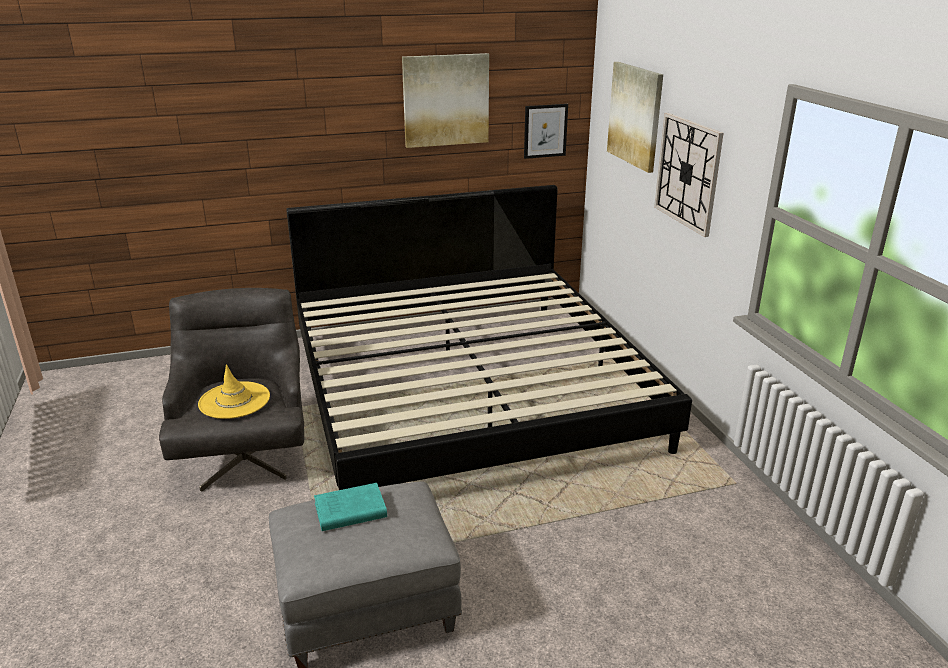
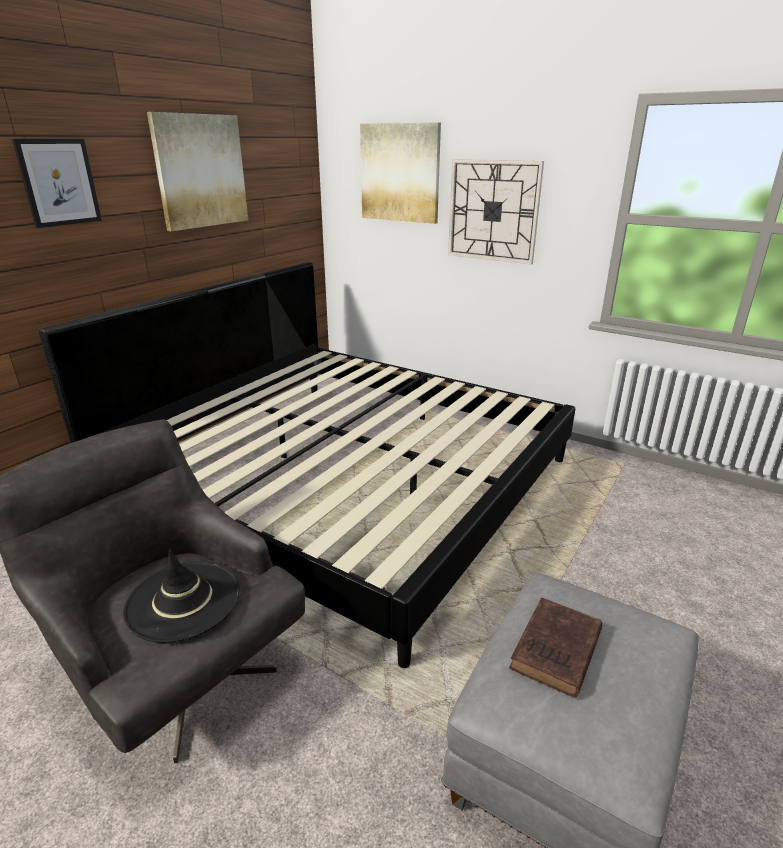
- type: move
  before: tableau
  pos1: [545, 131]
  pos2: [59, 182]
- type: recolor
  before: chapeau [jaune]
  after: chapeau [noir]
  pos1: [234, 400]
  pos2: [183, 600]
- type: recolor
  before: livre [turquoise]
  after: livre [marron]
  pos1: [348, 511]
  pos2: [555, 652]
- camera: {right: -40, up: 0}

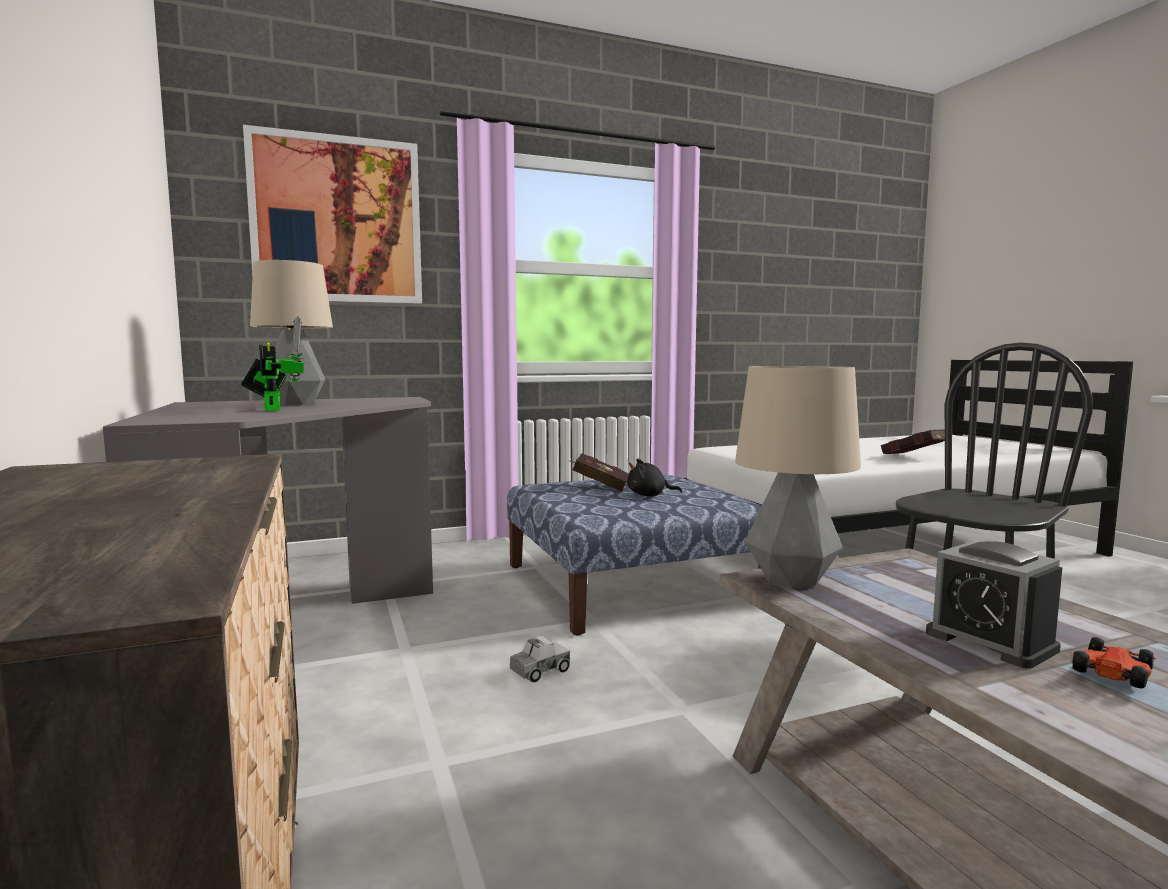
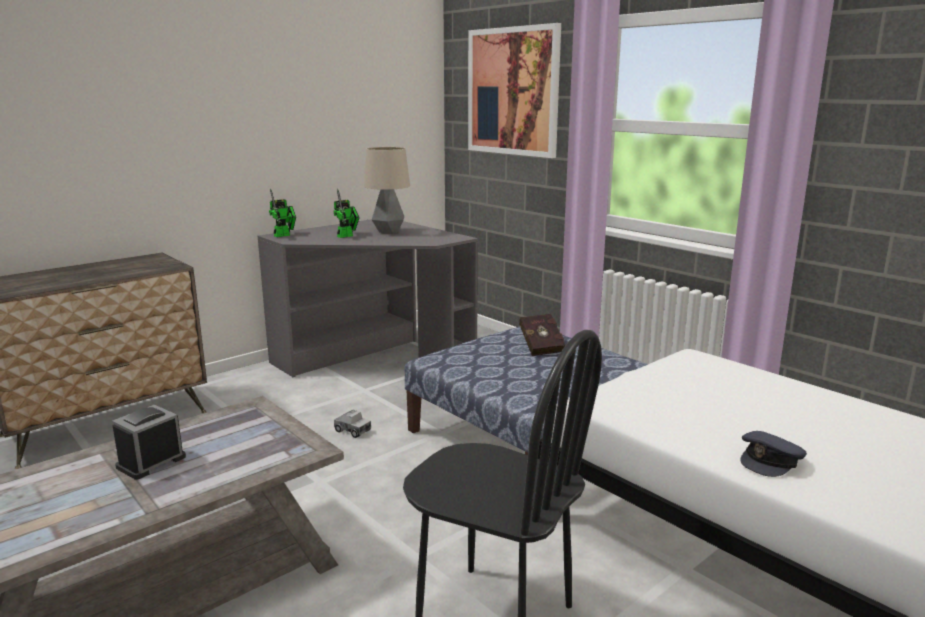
- type: delete
  before: lampe de table
  pos1: [790, 580]
- type: replace
  before: livre [rouge]
  after: casquette [gris]
  pos1: [916, 457]
  pos2: [770, 460]
- type: delete
  before: peluche [noir]
  pos1: [649, 495]
- type: delete
  before: petite voiture
  pos1: [1114, 673]
- type: insert
  after: robot jouet
  pos2: [284, 235]
- camera: {right: 70, up: 10}

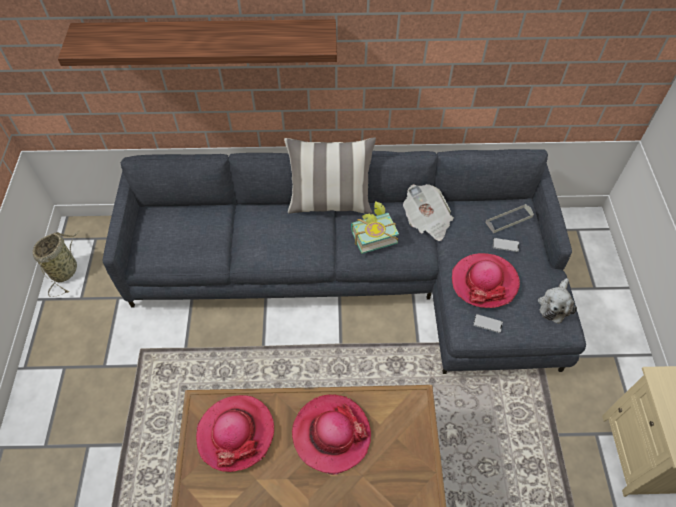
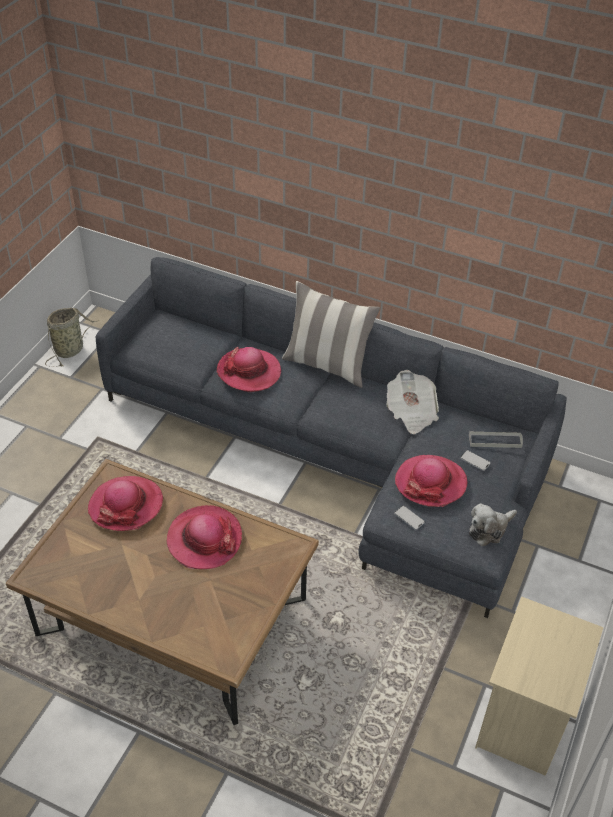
- type: delete
  before: étagère
  pos1: [207, 41]
- type: delete
  before: livre
  pos1: [372, 234]
- type: insert
  after: chapeau
  pos2: [249, 372]
- camera: {right: 25, up: -10}

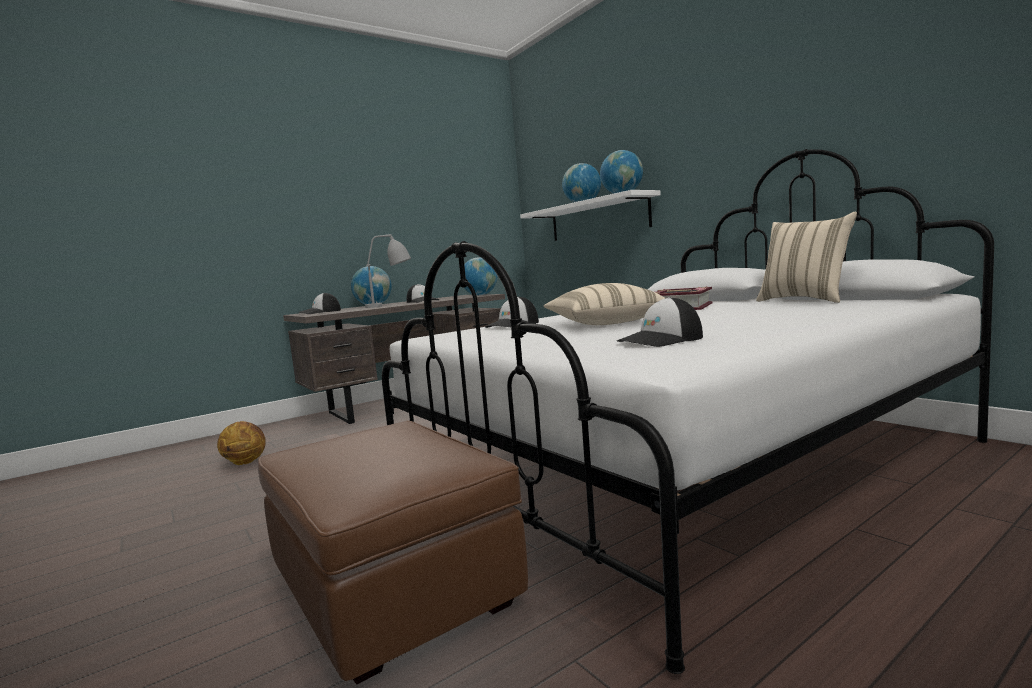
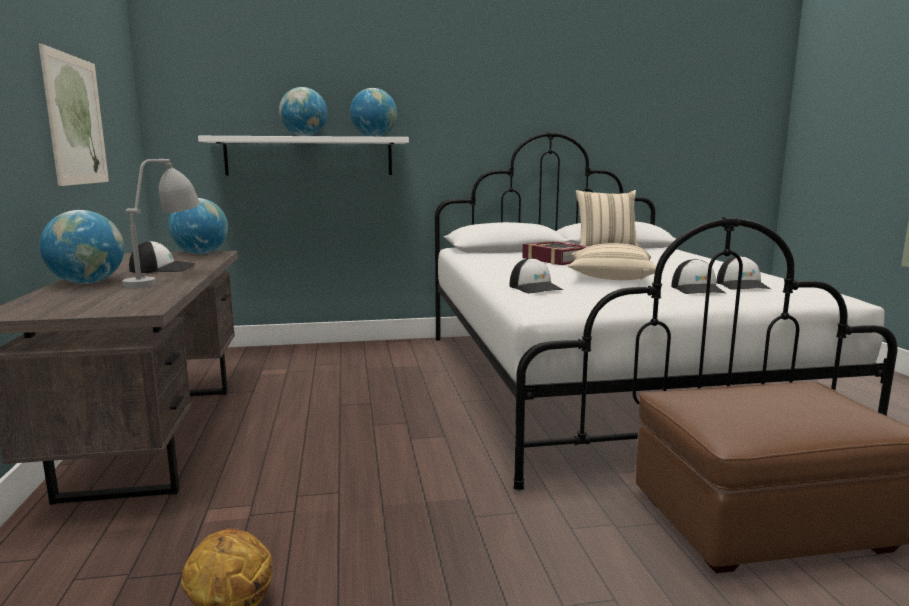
- type: move
  before: casquette
  pos1: [320, 312]
  pos2: [698, 289]
- type: insert
  after: tableau
  pos2: [76, 120]
- camera: {right: -65, up: 5}

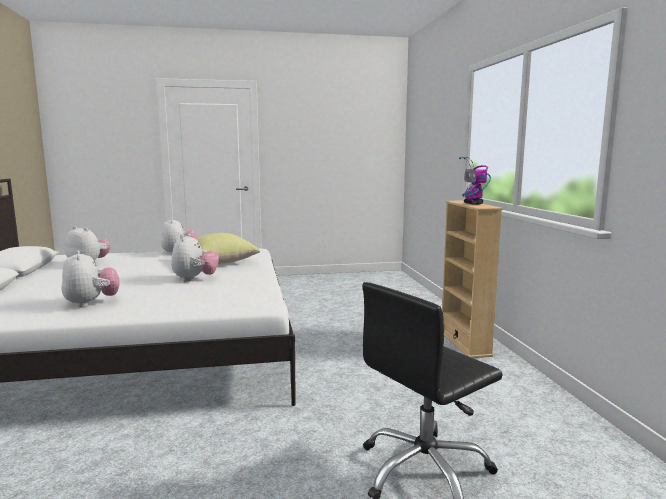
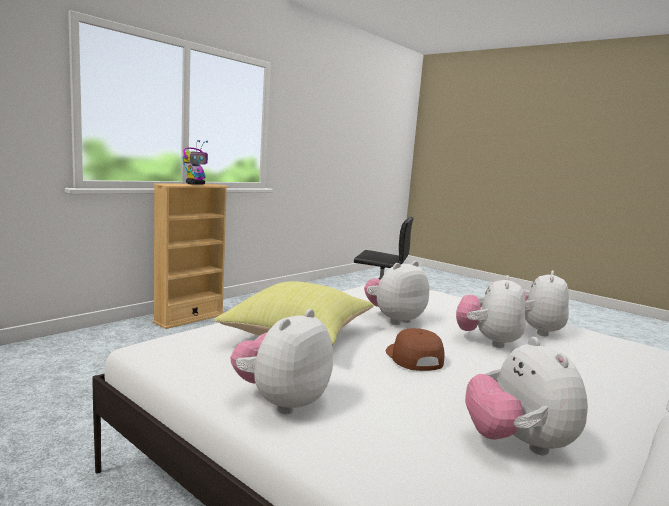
- type: insert
  after: peluche
  pos2: [488, 341]
- type: insert
  after: casquette [marron]
  pos2: [413, 357]
- camera: {right: -130, up: 0}

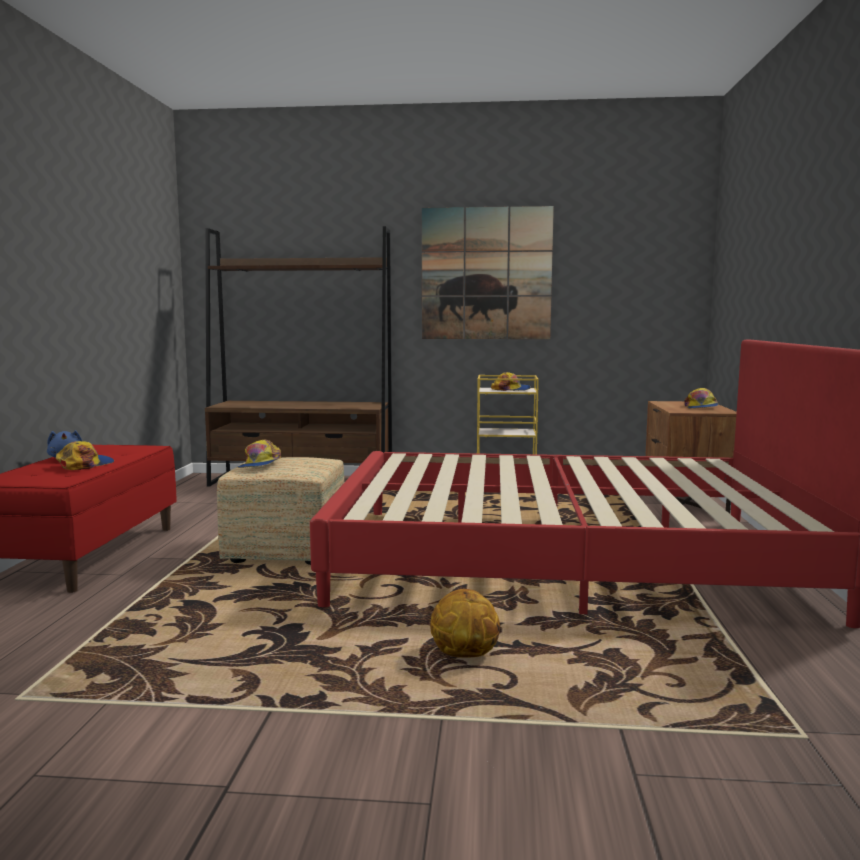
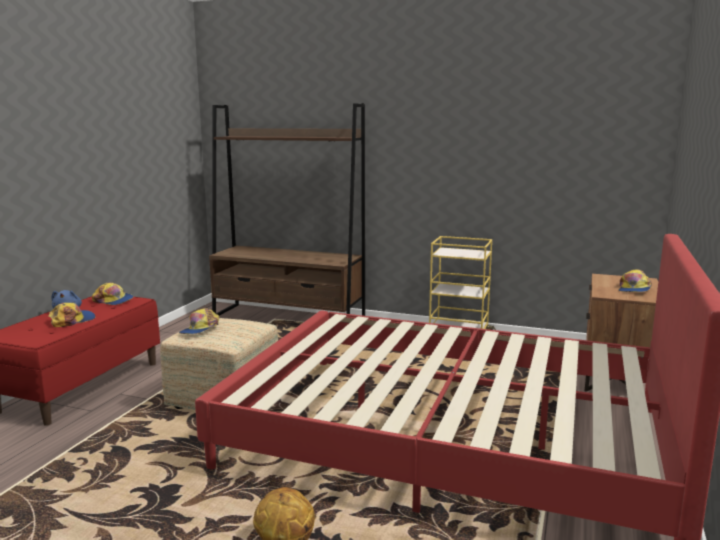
- type: delete
  before: tableau
  pos1: [486, 274]
- type: move
  before: casquette
  pos1: [511, 389]
  pos2: [113, 300]
- camera: {right: 15, up: 5}

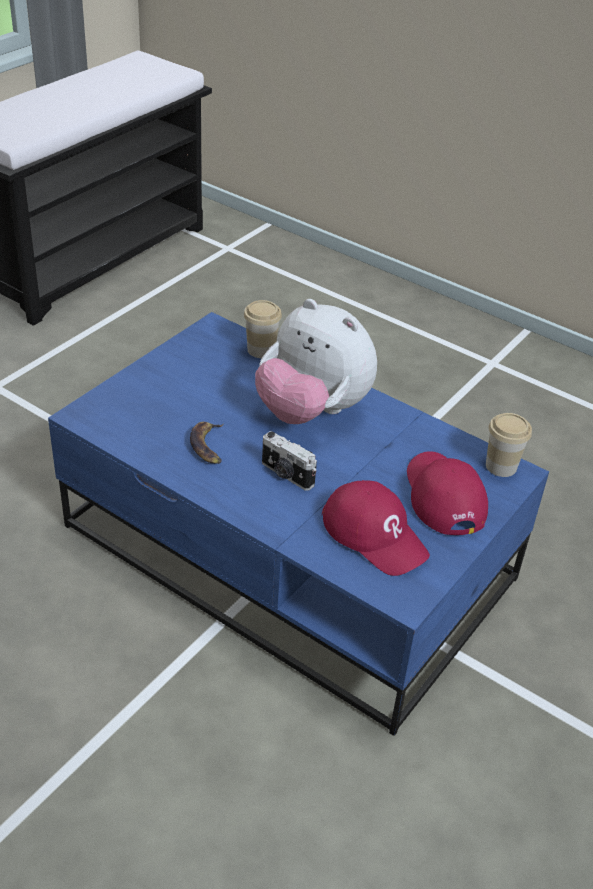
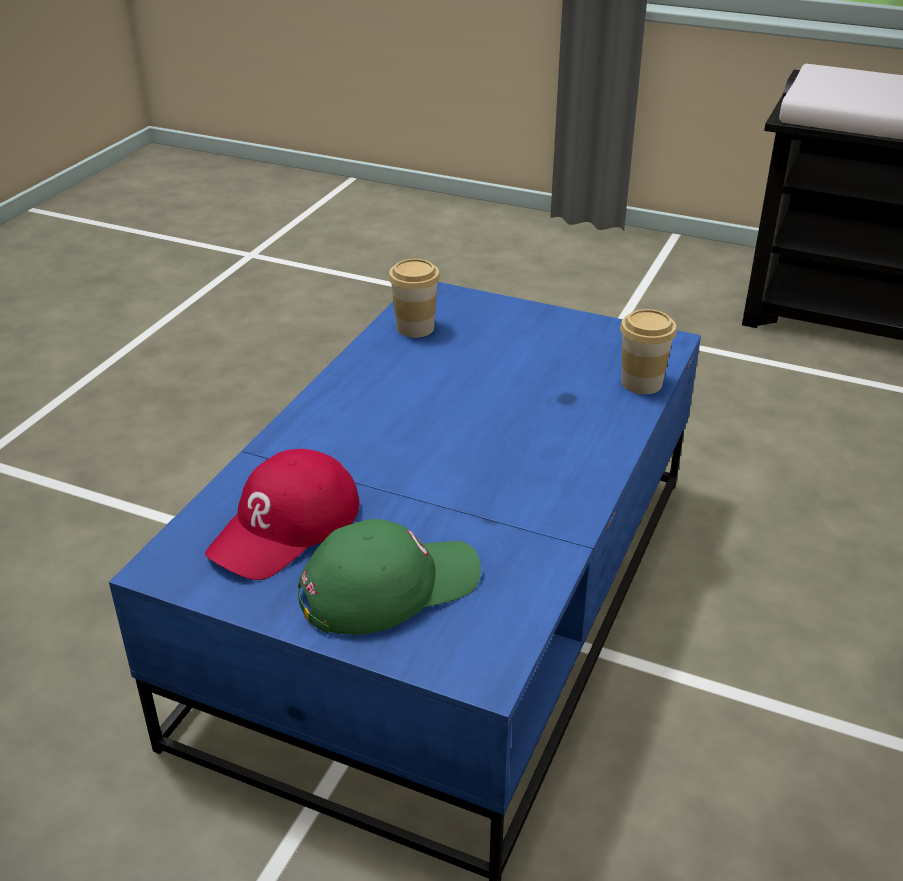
- type: delete
  before: peluche
  pos1: [312, 411]
- type: move
  before: tasse
  pos1: [501, 466]
  pos2: [415, 328]
- type: delete
  before: banane
  pos1: [208, 446]
- type: delete
  before: appareil photo
  pos1: [286, 475]
- type: recolor
  before: casquette [rouge]
  after: casquette [vert]
  pos1: [443, 496]
  pos2: [388, 586]
- camera: {right: 80, up: -5}

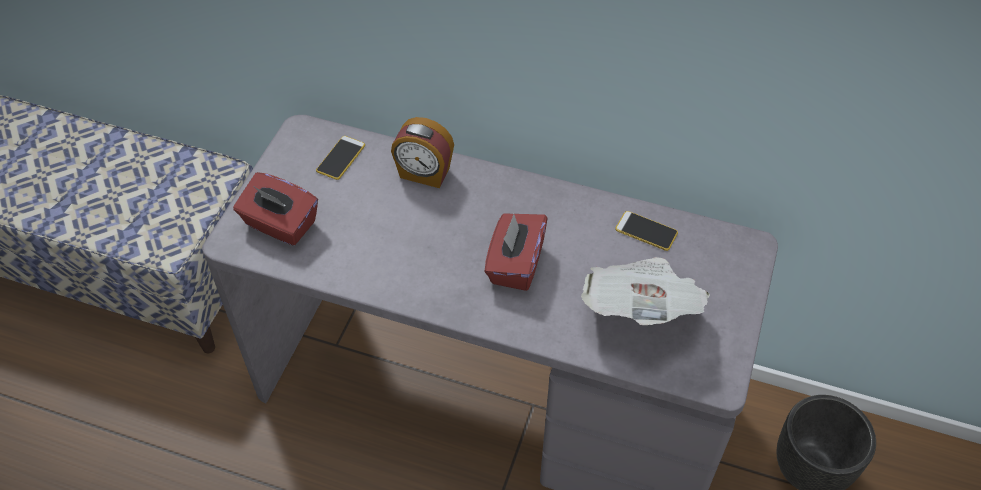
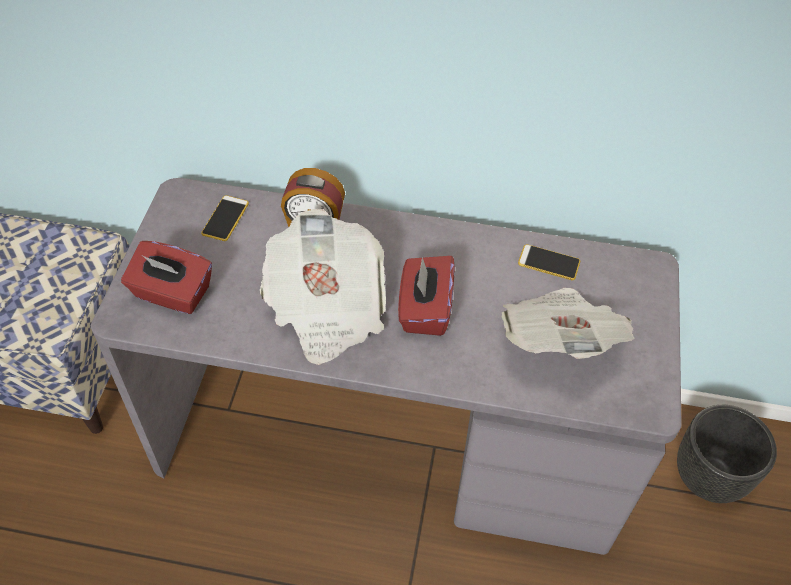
- type: insert
  after: journal
  pos2: [326, 309]
- camera: {right: -10, up: 0}

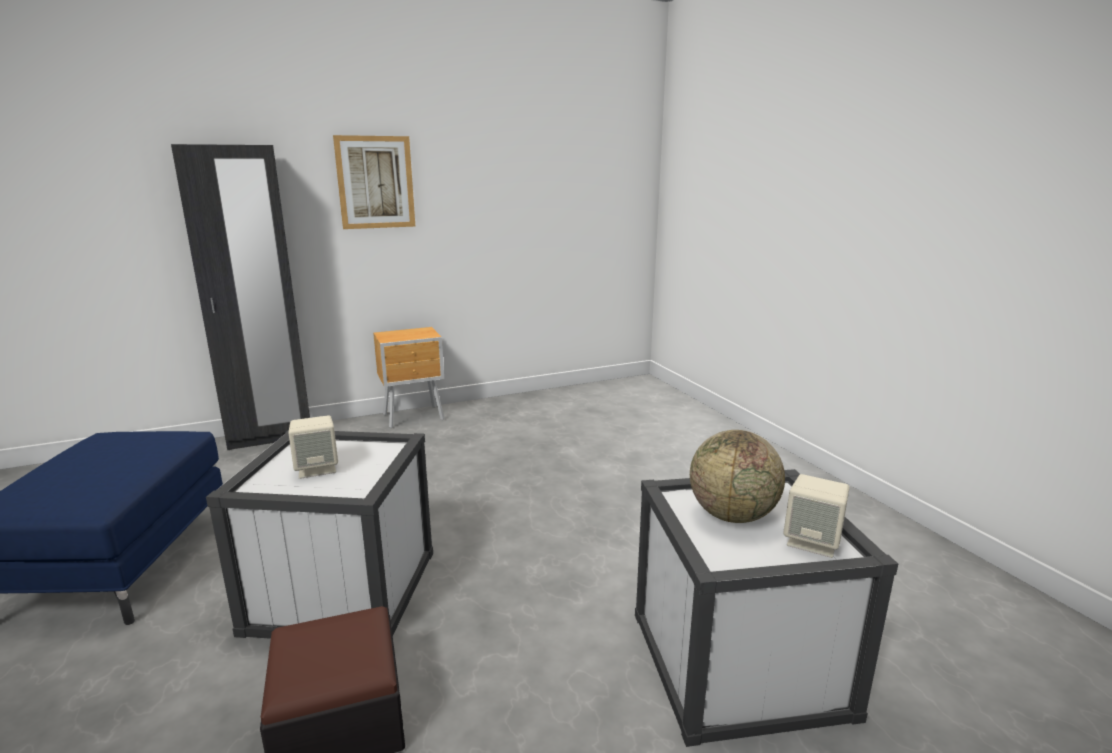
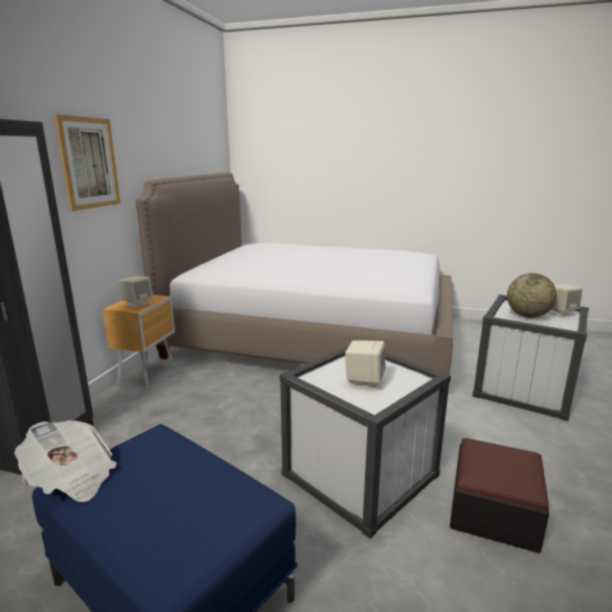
- type: insert
  after: lit
  pos2: [314, 337]
- type: insert
  after: enceinte [beige]
  pos2: [137, 304]
- type: insert
  after: journal
  pos2: [71, 478]
- camera: {right: -50, up: 0}

